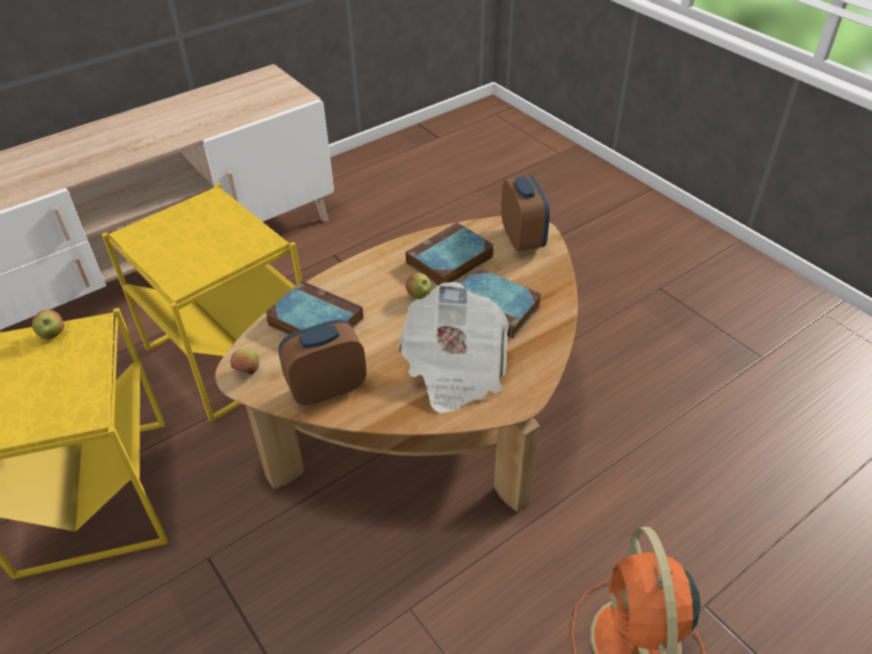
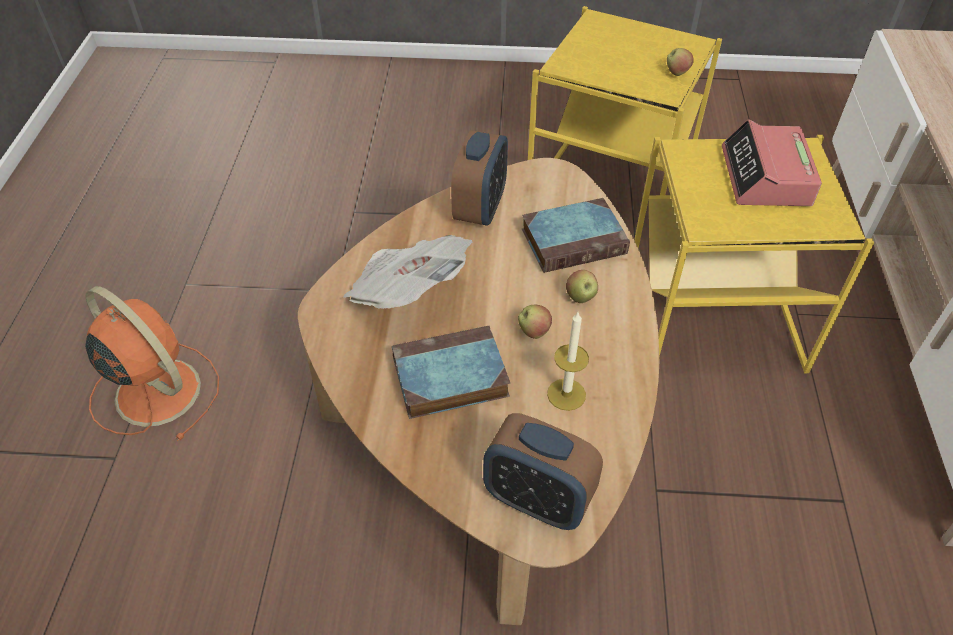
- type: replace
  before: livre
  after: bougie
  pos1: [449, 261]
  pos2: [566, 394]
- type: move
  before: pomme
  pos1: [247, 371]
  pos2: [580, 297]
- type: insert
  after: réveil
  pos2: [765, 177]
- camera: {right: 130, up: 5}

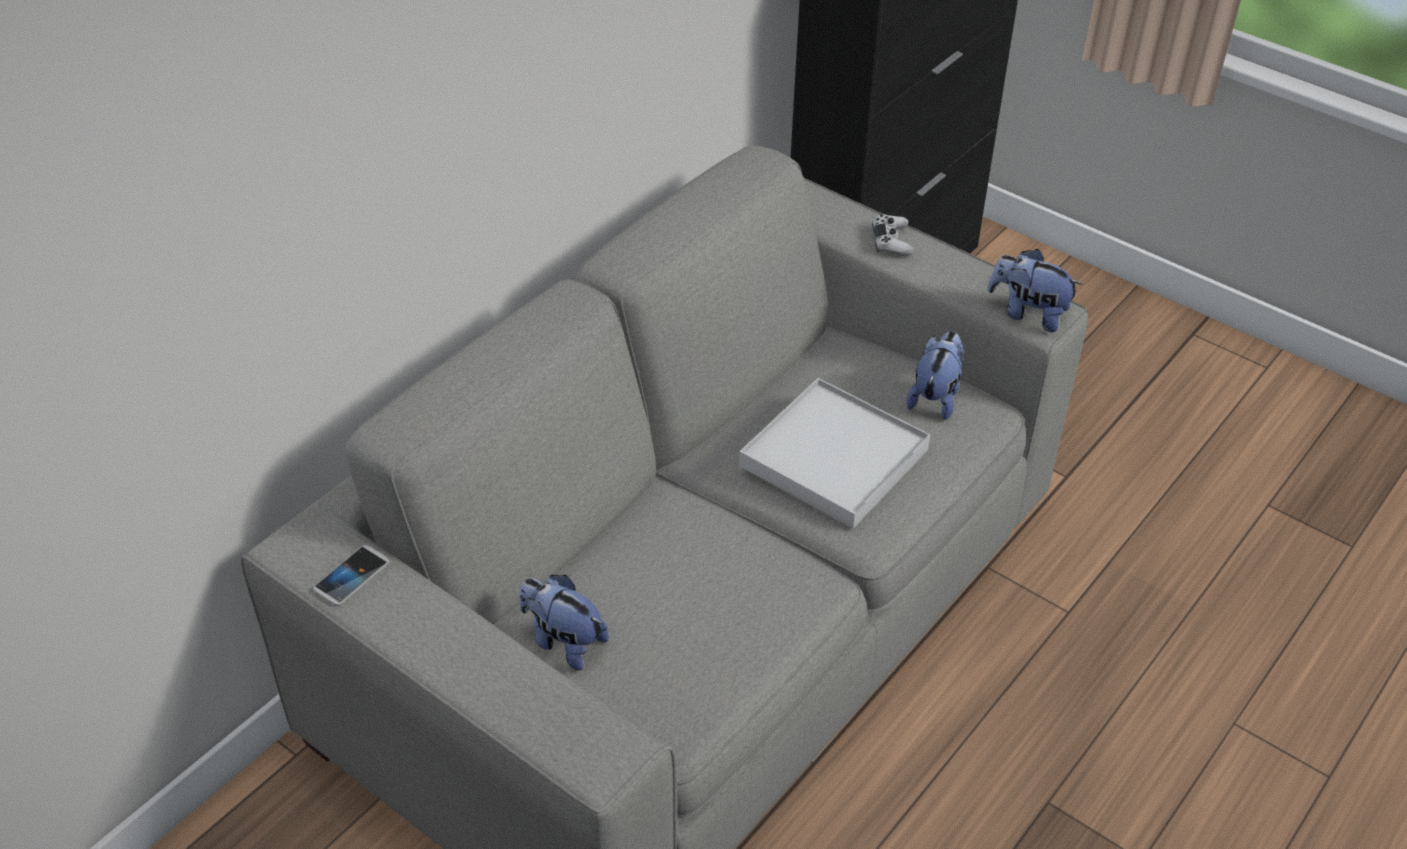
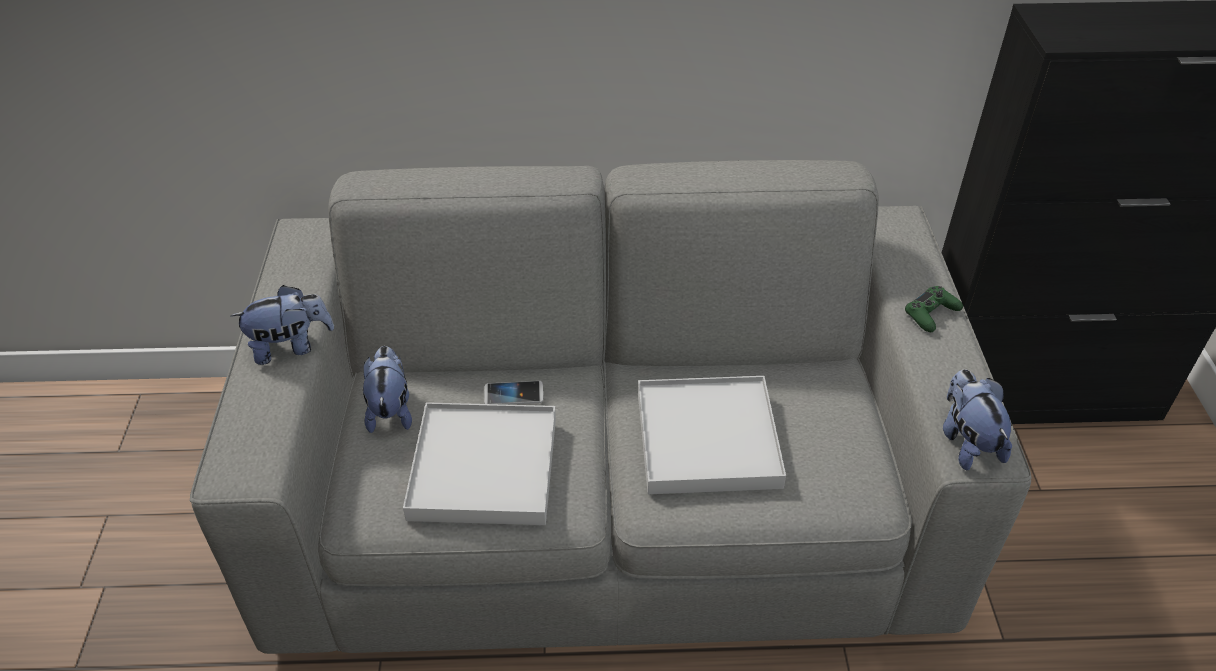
- type: recolor
  before: manette [blanc]
  after: manette [vert]
  pos1: [891, 241]
  pos2: [931, 314]
- type: move
  before: peluche
  pos1: [936, 396]
  pos2: [291, 346]
- type: move
  before: téléphone
  pos1: [351, 576]
  pos2: [513, 394]
- type: insert
  after: plateau [blanc]
  pos2: [484, 468]
- camera: {right: 50, up: 0}

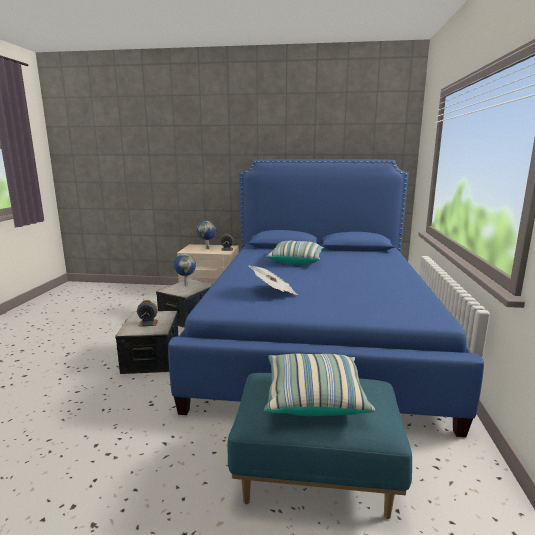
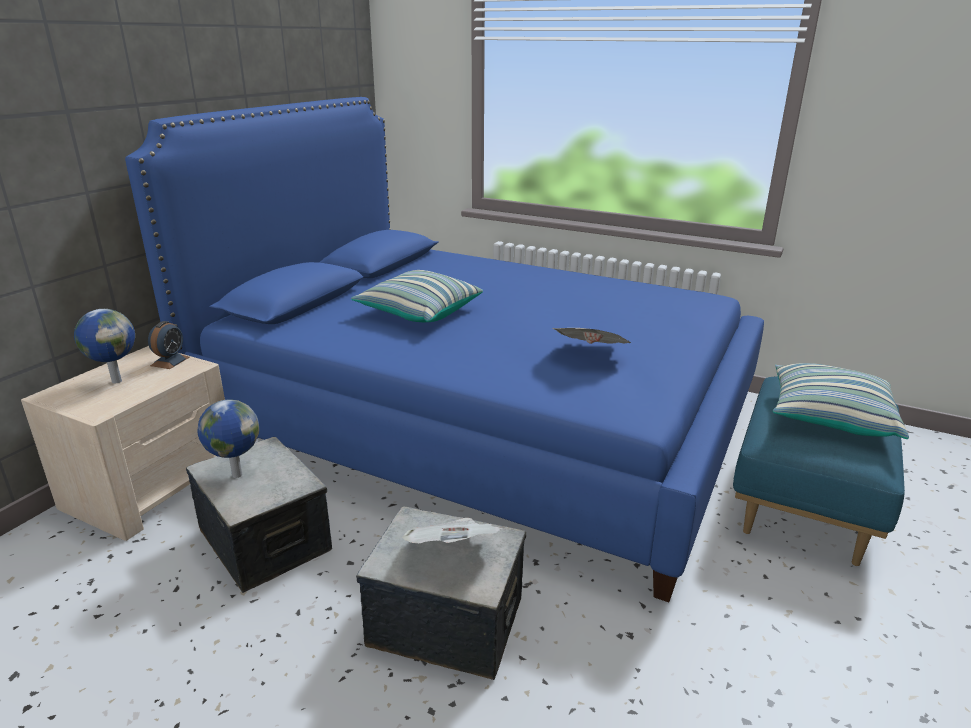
- type: replace
  before: réveil
  after: journal
  pos1: [148, 323]
  pos2: [453, 551]
- camera: {right: -70, up: 10}

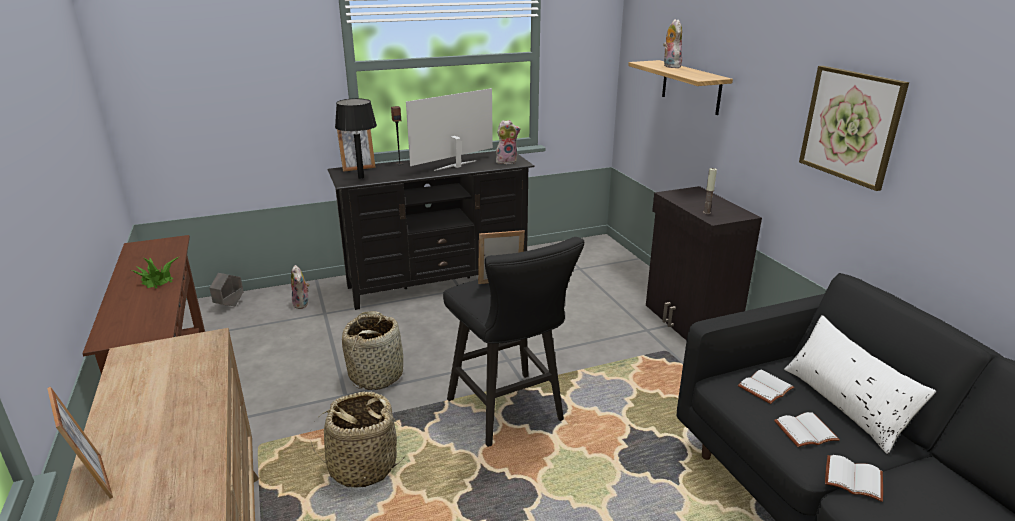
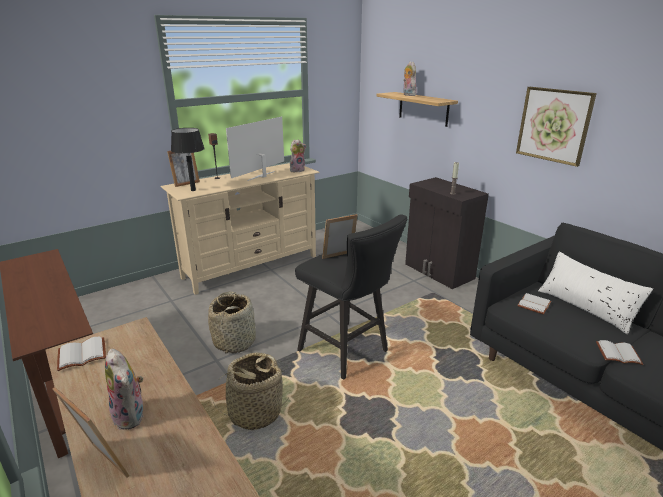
- type: recolor
  before: meuble télé [noir]
  after: meuble télé [beige]
  pos1: [438, 282]
  pos2: [251, 266]
- type: delete
  before: plante en pot
  pos1: [157, 280]
- type: move
  before: peluche
  pos1: [302, 304]
  pos2: [132, 415]
- type: delete
  before: cache-pot [gris]
  pos1: [230, 305]
- type: move
  before: livre [blanc]
  pos1: [806, 432]
  pos2: [81, 356]
- camera: {right: -15, up: 0}

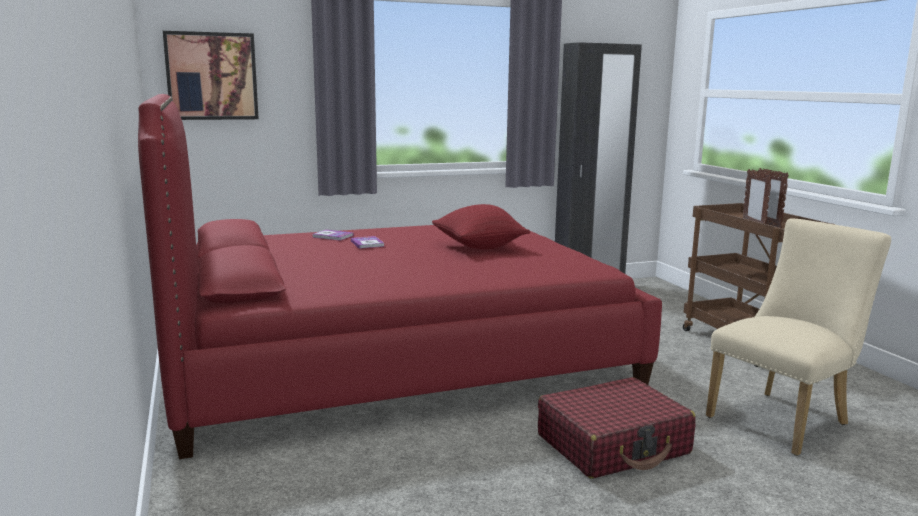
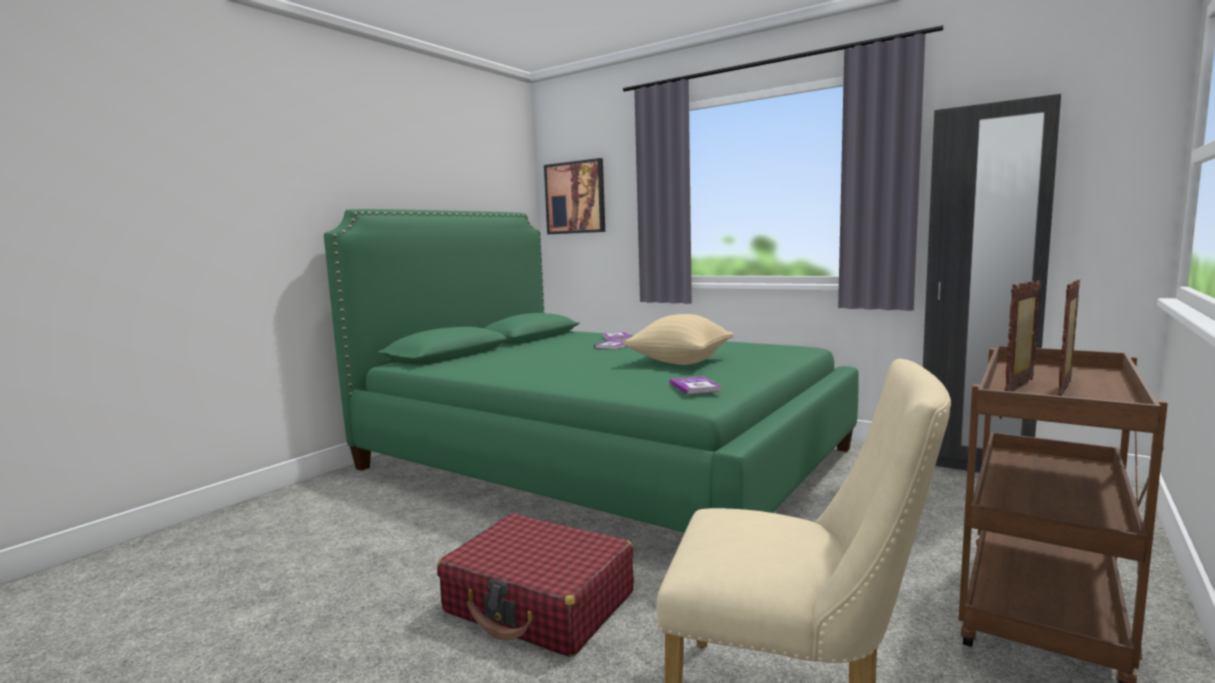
- type: recolor
  before: lit [rouge]
  after: lit [vert]
  pos1: [393, 356]
  pos2: [601, 459]
- type: recolor
  before: coussin [rouge]
  after: coussin [beige]
  pos1: [479, 247]
  pos2: [680, 362]
- type: insert
  after: livre
  pos2: [695, 387]
- camera: {right: 55, up: -5}

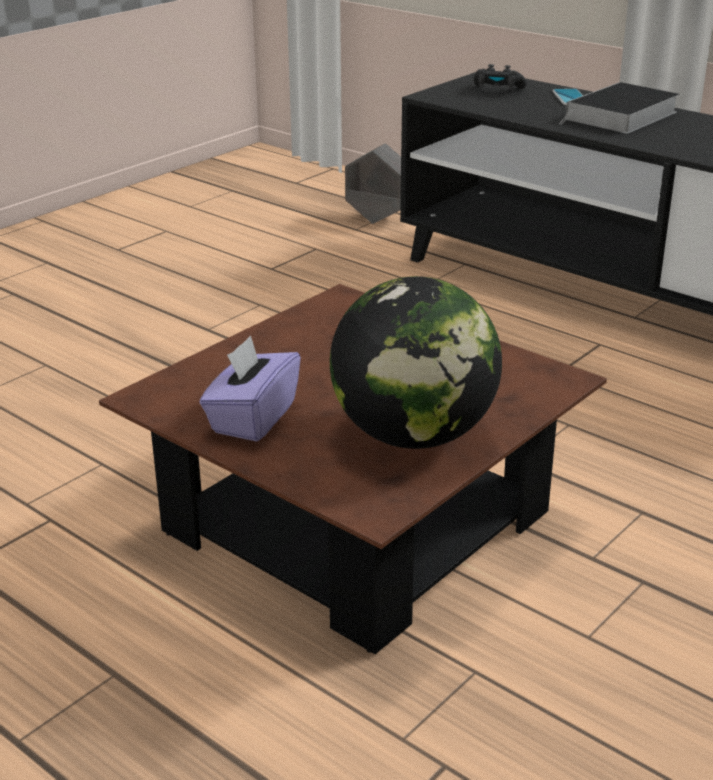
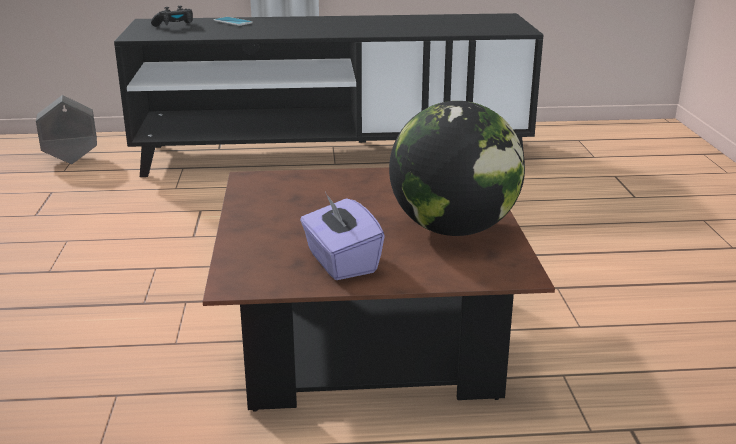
- type: delete
  before: livre
  pos1: [620, 116]
- camera: {right: -45, up: -5}

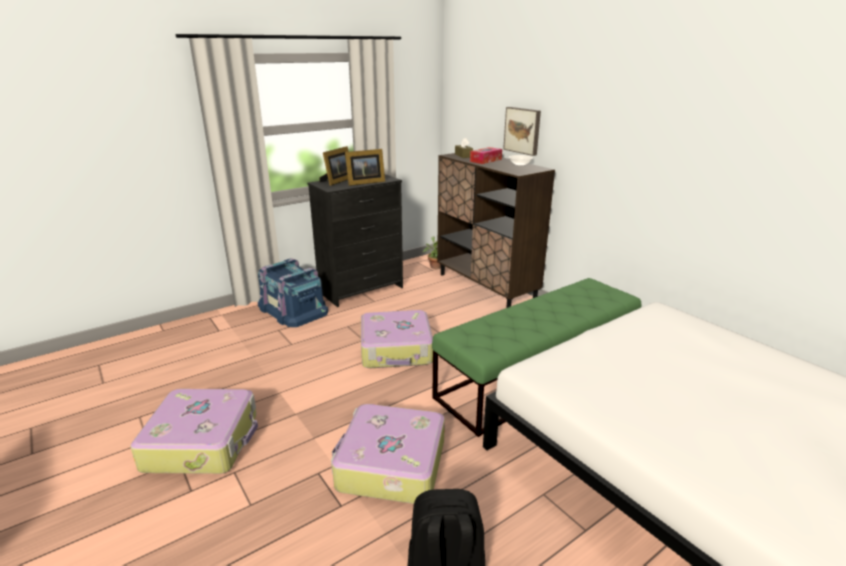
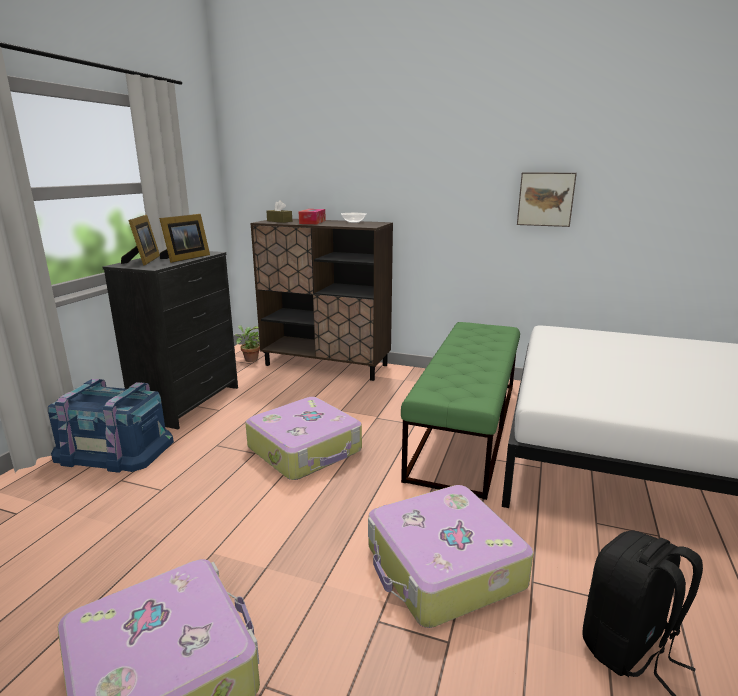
- type: move
  before: tableau
  pos1: [523, 130]
  pos2: [545, 199]
- camera: {right: -35, up: -5}

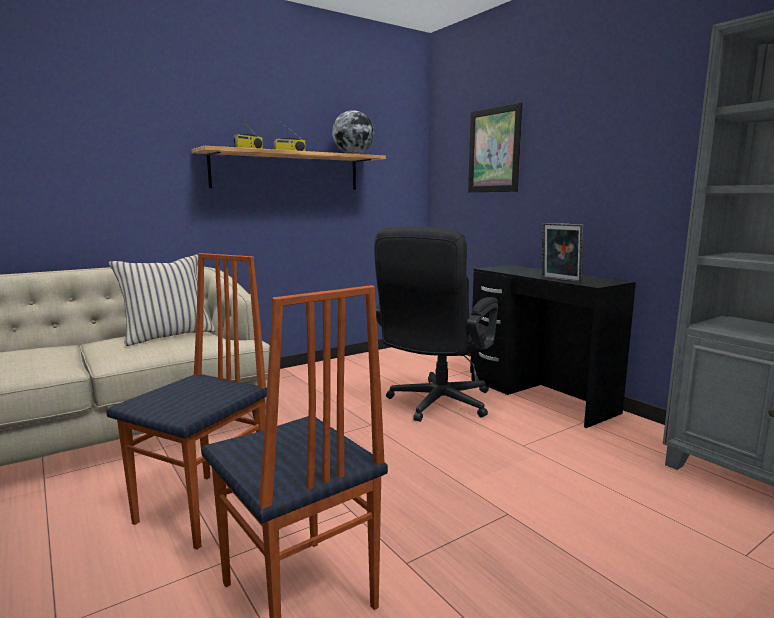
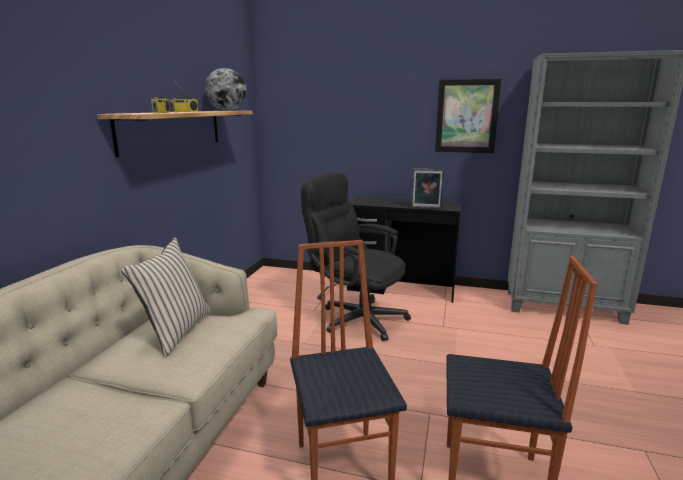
- type: move
  before: tableau
  pos1: [494, 150]
  pos2: [467, 116]
- type: rotate
  before: chaise de bureau [noir]
  pos1: [435, 405]
  pos2: [355, 317]
  turn: 135
- camera: {right: -40, up: 5}

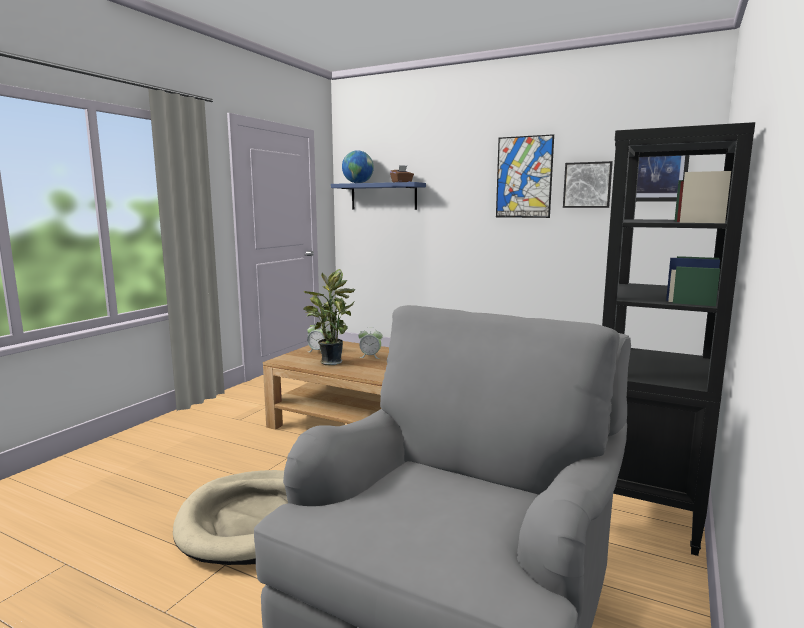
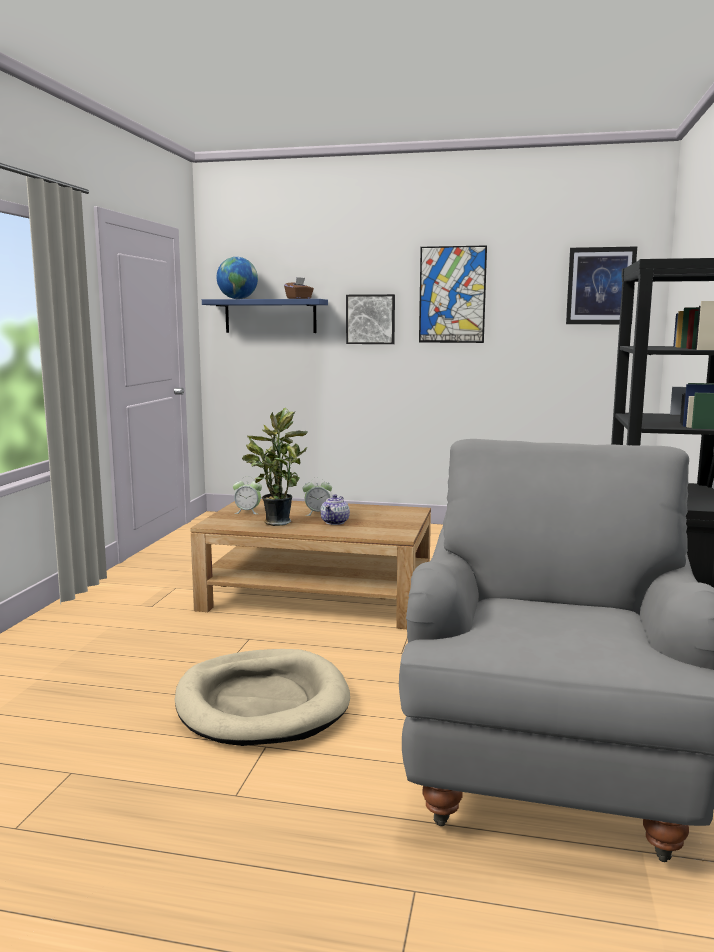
- type: move
  before: tableau
  pos1: [587, 185]
  pos2: [370, 319]
- type: insert
  after: théière
  pos2: [335, 522]
- camera: {right: -15, up: 0}

